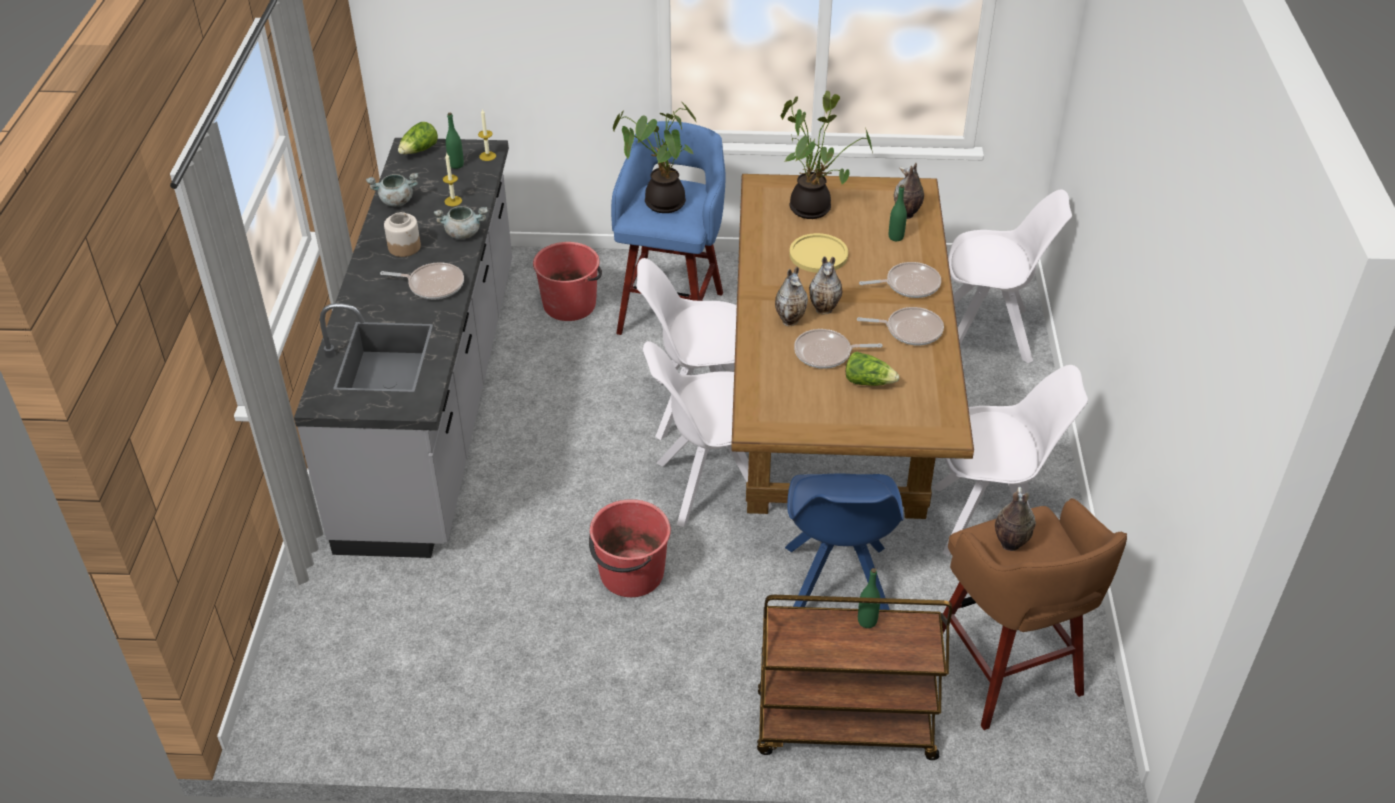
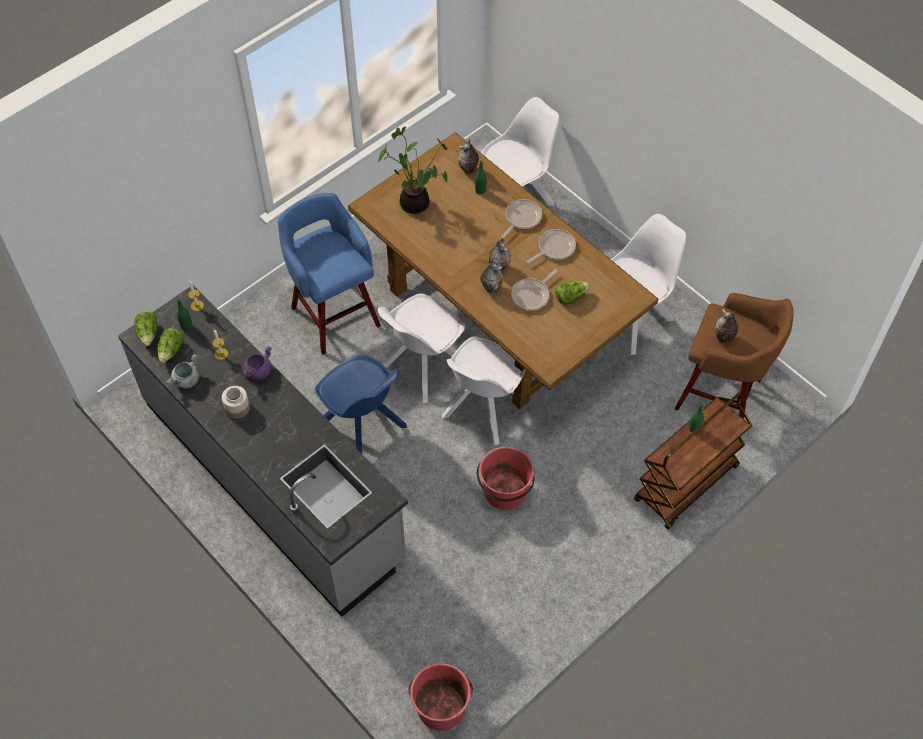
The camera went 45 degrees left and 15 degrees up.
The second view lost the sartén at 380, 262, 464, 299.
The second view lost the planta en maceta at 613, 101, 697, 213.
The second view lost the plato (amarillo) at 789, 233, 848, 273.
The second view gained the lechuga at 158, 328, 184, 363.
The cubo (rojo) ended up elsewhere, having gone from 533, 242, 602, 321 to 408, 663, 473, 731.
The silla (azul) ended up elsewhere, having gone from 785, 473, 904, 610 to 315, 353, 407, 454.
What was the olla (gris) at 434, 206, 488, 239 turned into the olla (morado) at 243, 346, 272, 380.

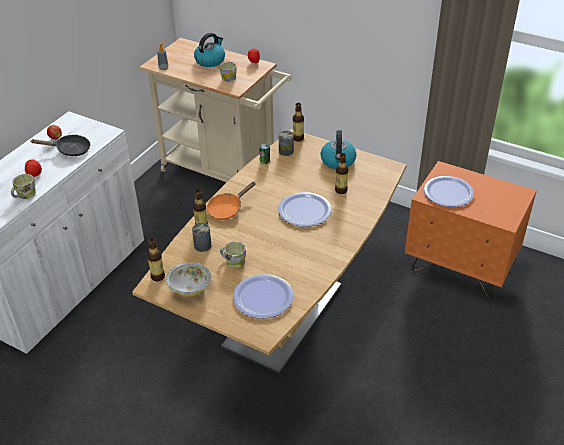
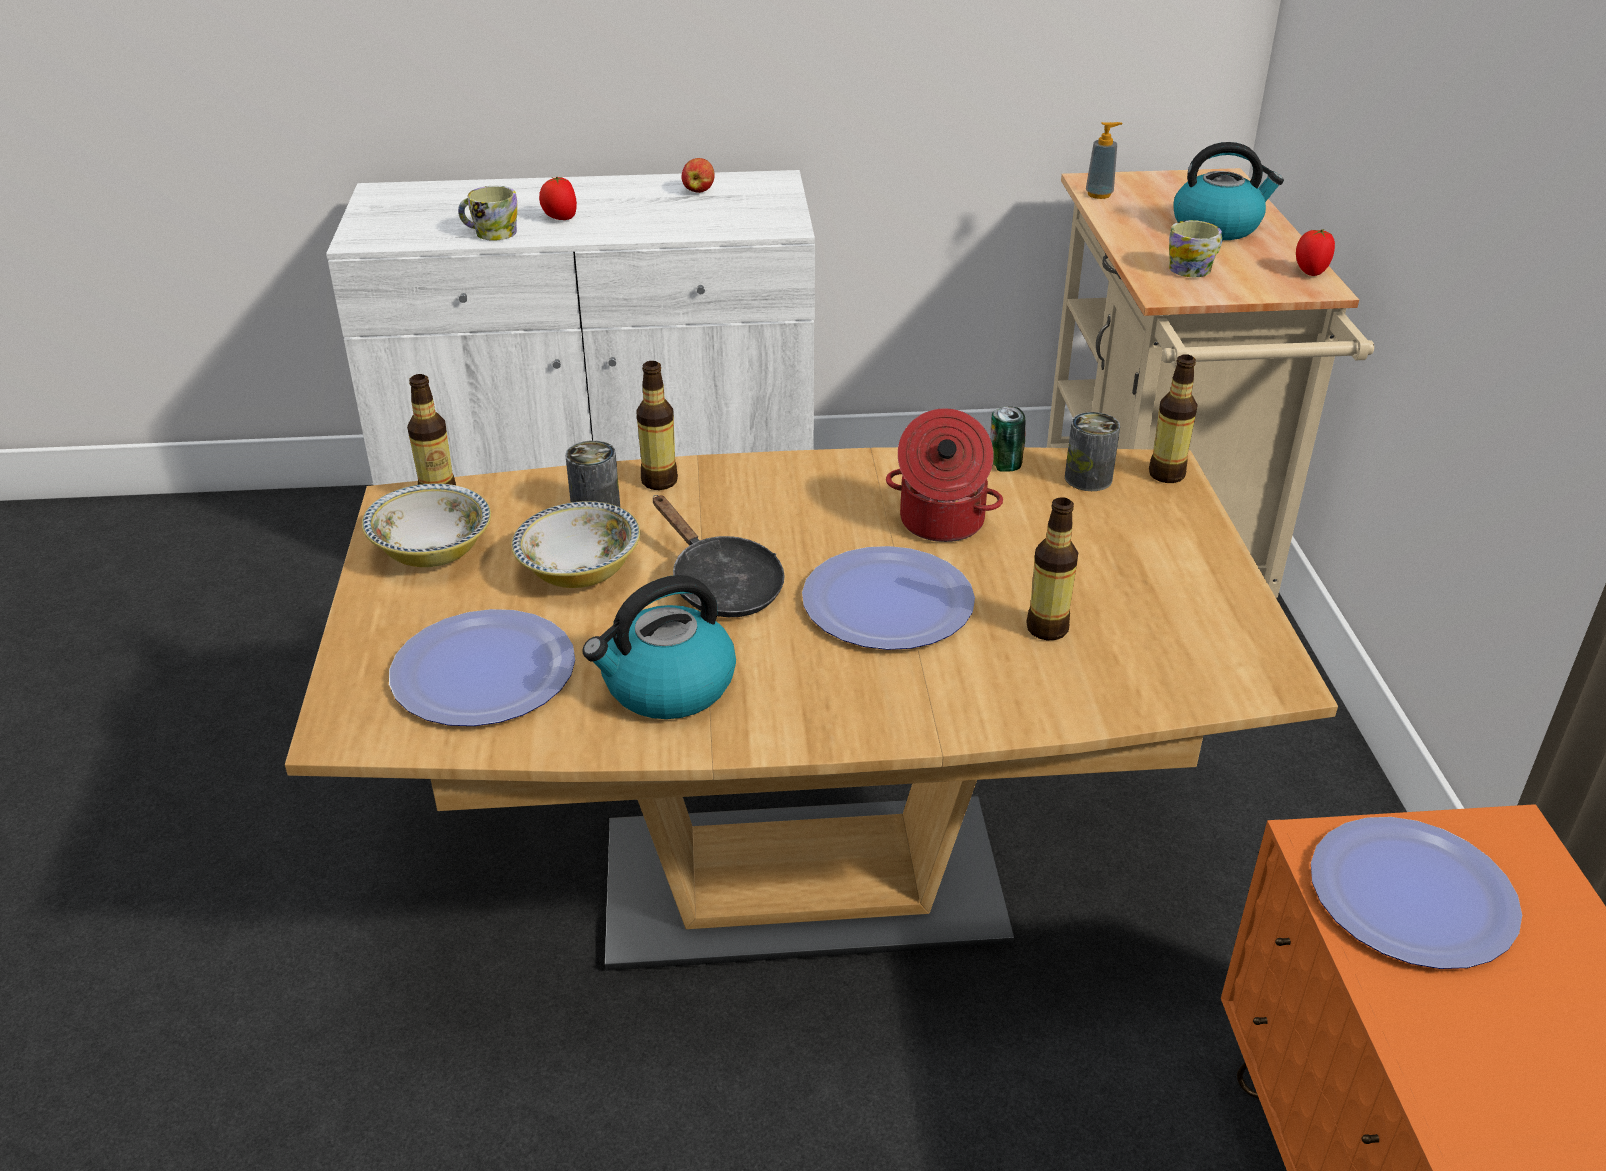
The camera went 55 degrees right and 5 degrees down.
The second view lost the sartén (naranja) at 207, 182, 256, 220.
The second view gained the olla at 886, 408, 1003, 542.
The sartén (negro) ended up elsewhere, having gone from 30, 135, 90, 156 to 653, 495, 785, 617.
The hervidor ended up elsewhere, having gone from 321, 130, 356, 169 to 582, 575, 736, 719.
Where the taza grande stood at 220, 241, 246, 268, the cuenco came to stand at 511, 501, 640, 588.

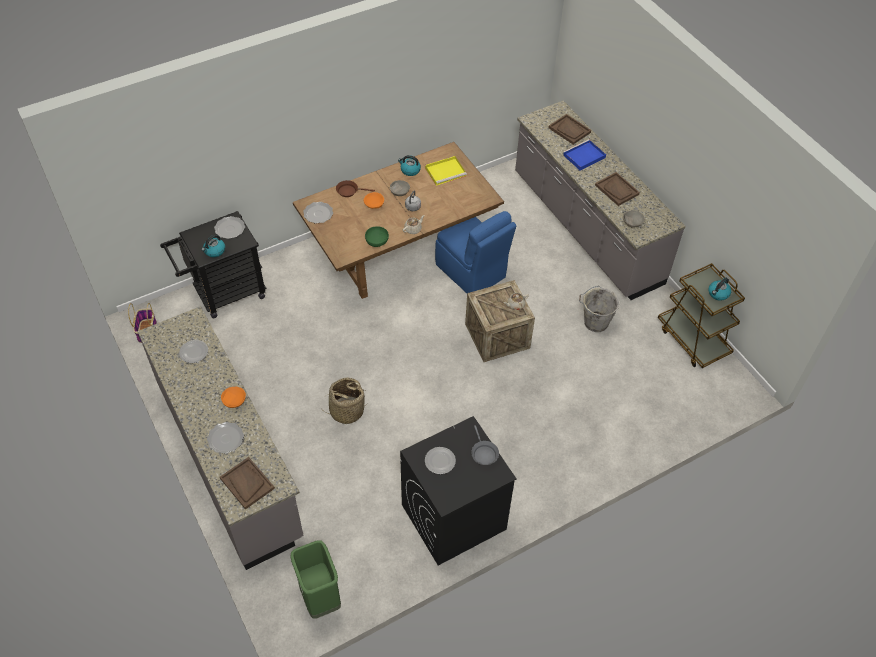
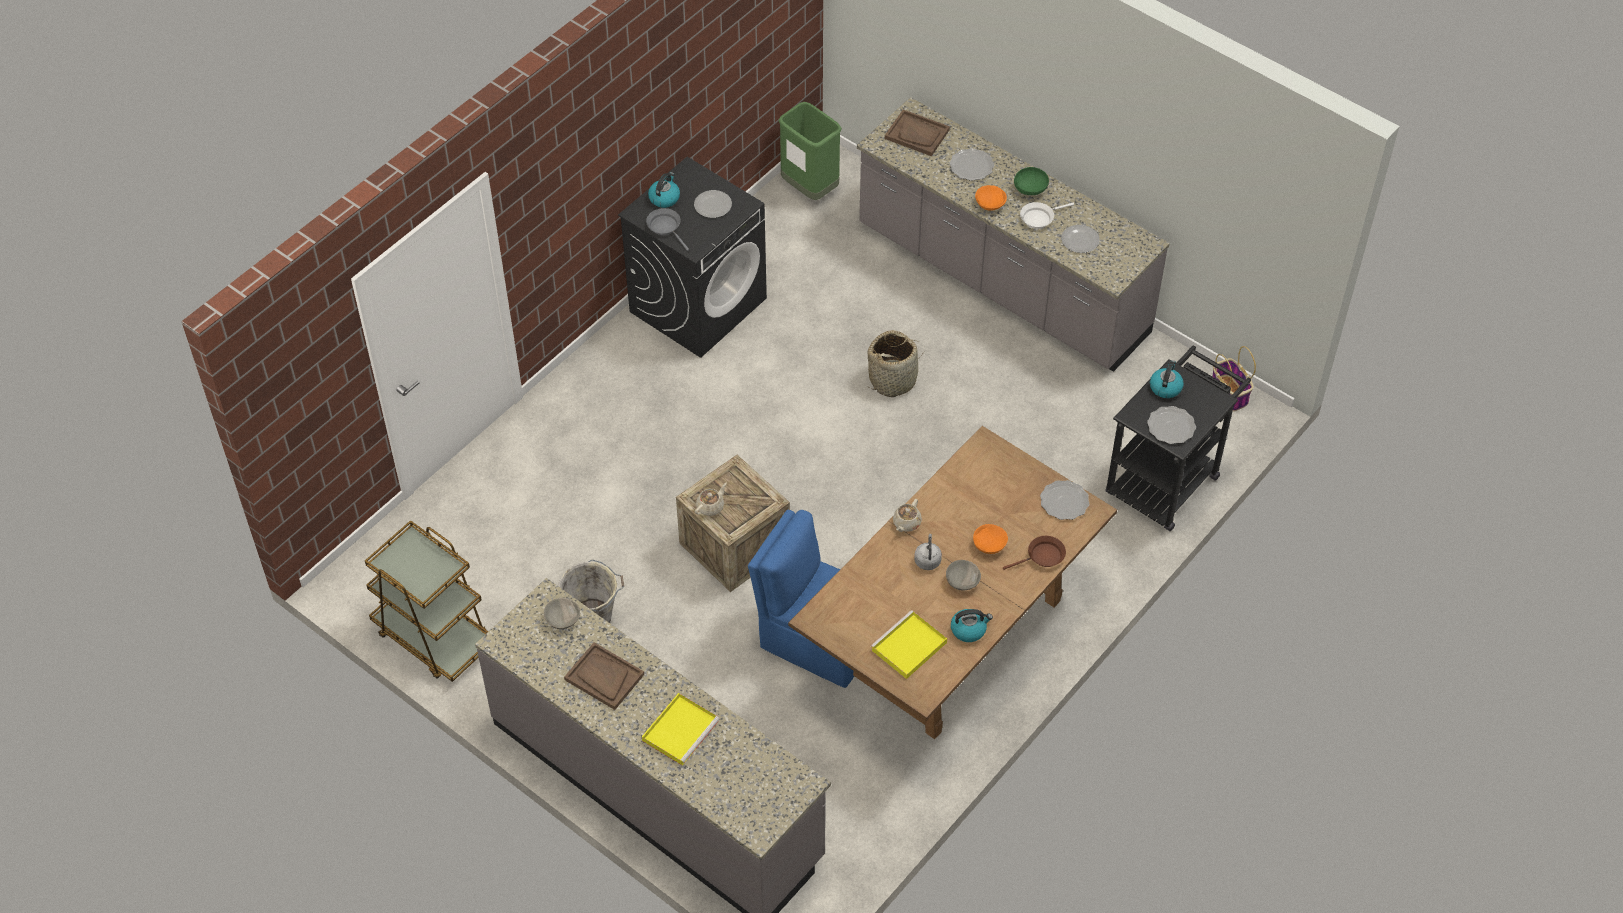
The camera went 160 degrees right and 0 degrees up.
The second view lost the bandeja (marrón) at 548, 114, 591, 145.
The second view gained the sartén (blanco) at 1020, 202, 1074, 229.
The cuenco (verde) ended up elsewhere, having gone from 365, 226, 389, 247 to 1014, 167, 1049, 195.
The hervidor ended up elsewhere, having gone from 709, 278, 731, 301 to 648, 172, 680, 208.
What was the bandeja (azul) at 563, 139, 606, 170 turned into the bandeja (amarillo) at 642, 693, 720, 766.

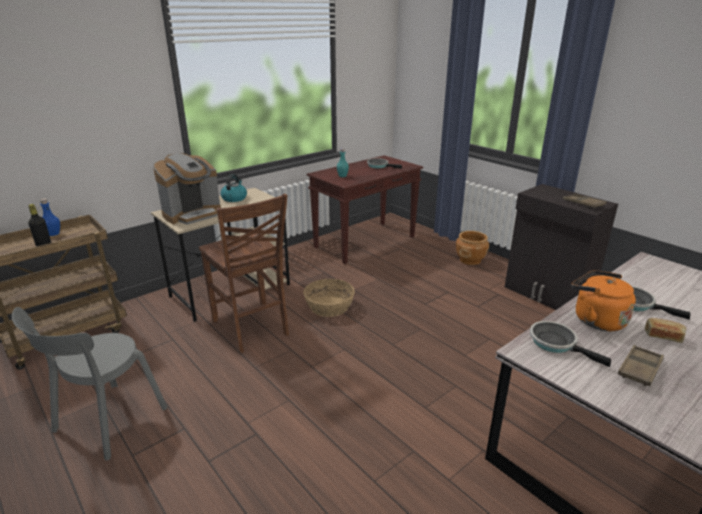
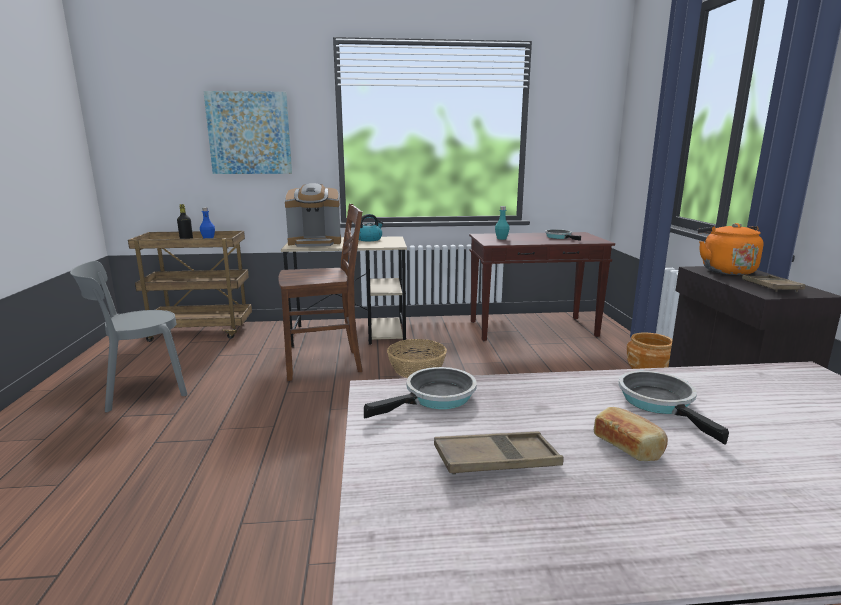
The camera went 35 degrees right and 10 degrees down.
The second view gained the cuadro at 204, 91, 292, 174.
The hervidor (naranja) ended up elsewhere, having gone from 571, 270, 636, 331 to 698, 223, 764, 275.
The silla (marrón) at 199, 194, 289, 353 ended up facing another way, 105 degrees counterclockwise from before.
The sartén at 530, 321, 611, 367 ended up facing another way, 60 degrees clockwise from before.

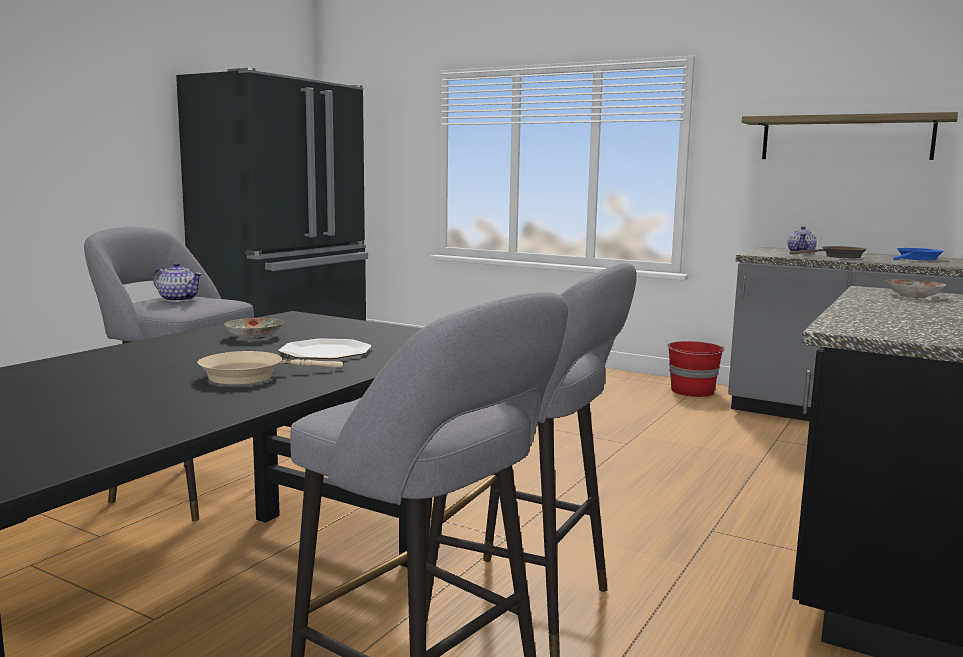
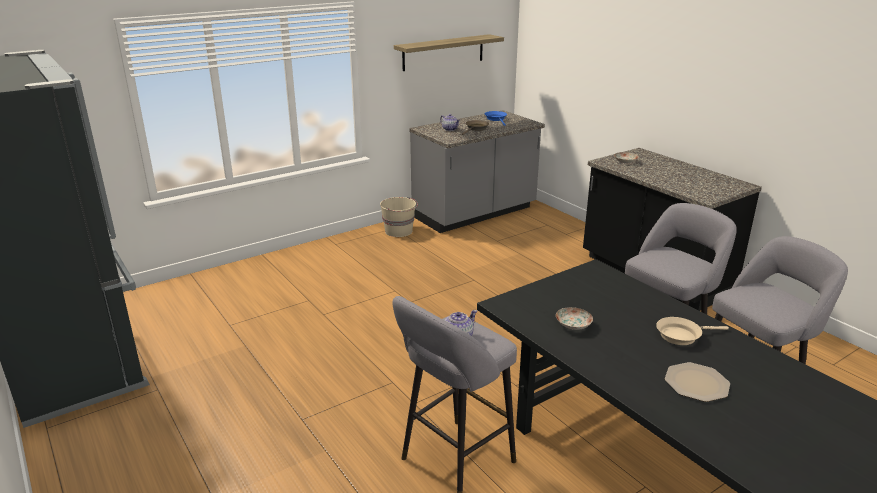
The camera went 65 degrees left and 15 degrees up.
The plato ended up elsewhere, having gone from 278, 338, 372, 359 to 665, 362, 730, 402.
What was the cubo (rojo) at 667, 341, 725, 397 turned into the cubo (beis) at 380, 197, 418, 237.
The sartén (beis) at 197, 351, 343, 385 ended up facing another way, 75 degrees clockwise from before.

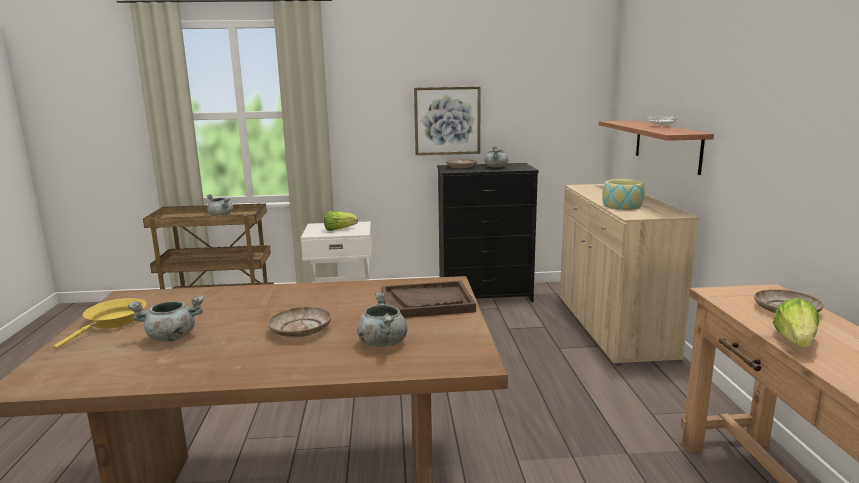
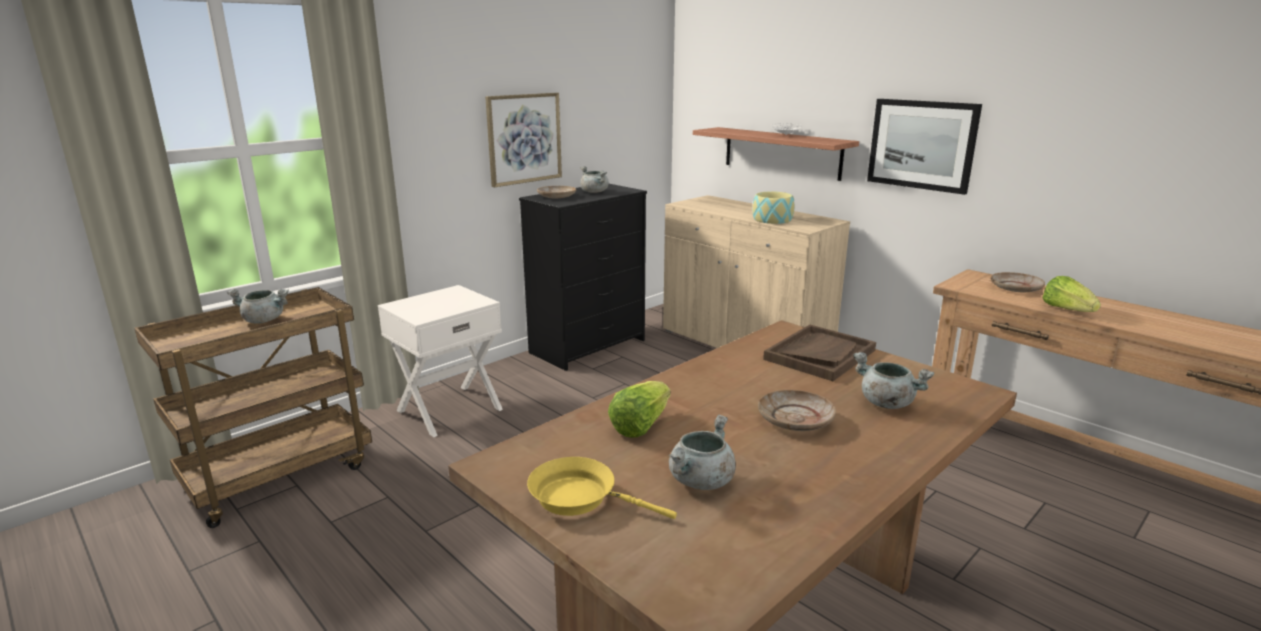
The camera went 40 degrees left and 5 degrees up.
The second view gained the cuadro at 867, 99, 982, 195.
The lechuga ended up elsewhere, having gone from 324, 211, 358, 231 to 608, 381, 671, 438.
The sartén (amarillo) at 53, 298, 147, 350 ended up facing another way, 45 degrees counterclockwise from before.

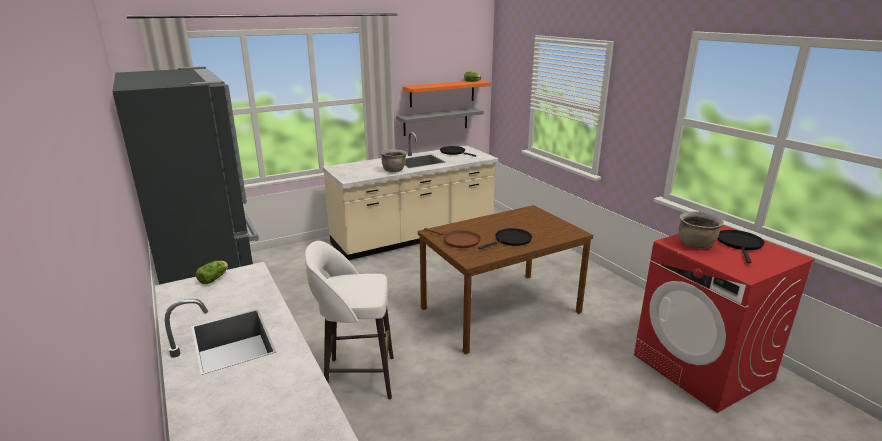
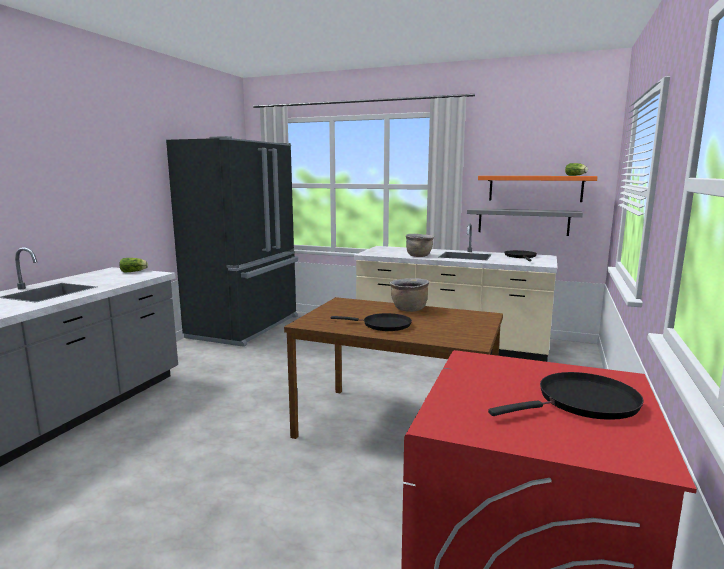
The camera went 50 degrees right and 10 degrees down.
The second view lost the taburete (blanco) at 305, 241, 394, 399.
The second view lost the sartén (marrón) at 424, 228, 480, 248.
The olla (marrón) ended up elsewhere, having gone from 678, 211, 724, 249 to 390, 278, 429, 312.

